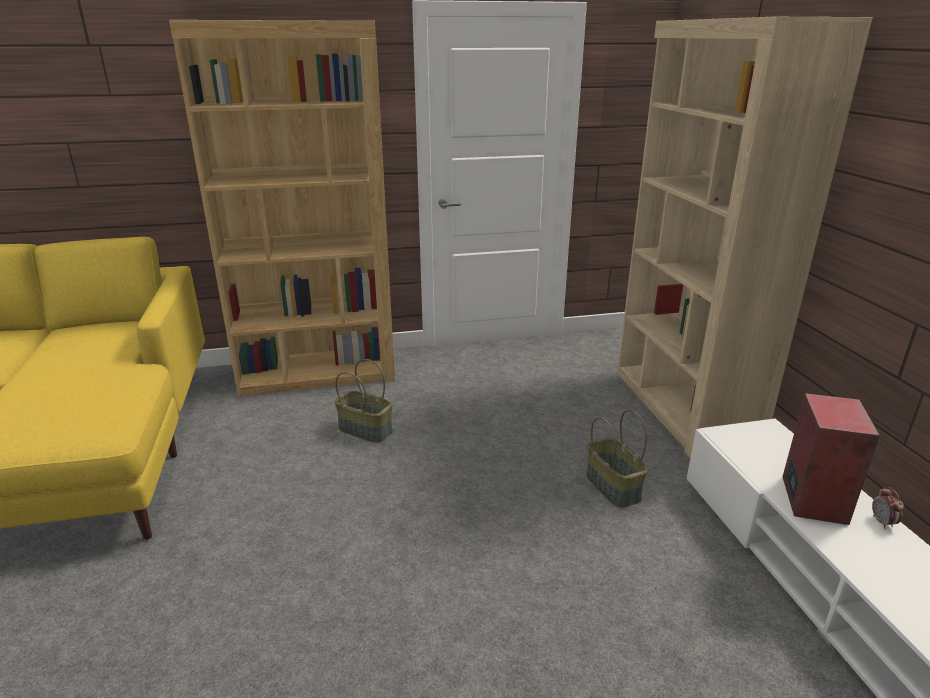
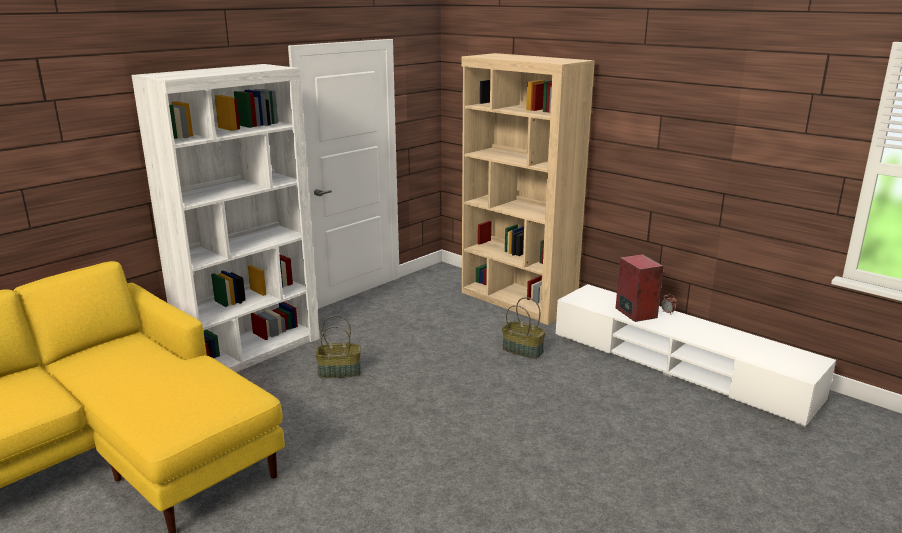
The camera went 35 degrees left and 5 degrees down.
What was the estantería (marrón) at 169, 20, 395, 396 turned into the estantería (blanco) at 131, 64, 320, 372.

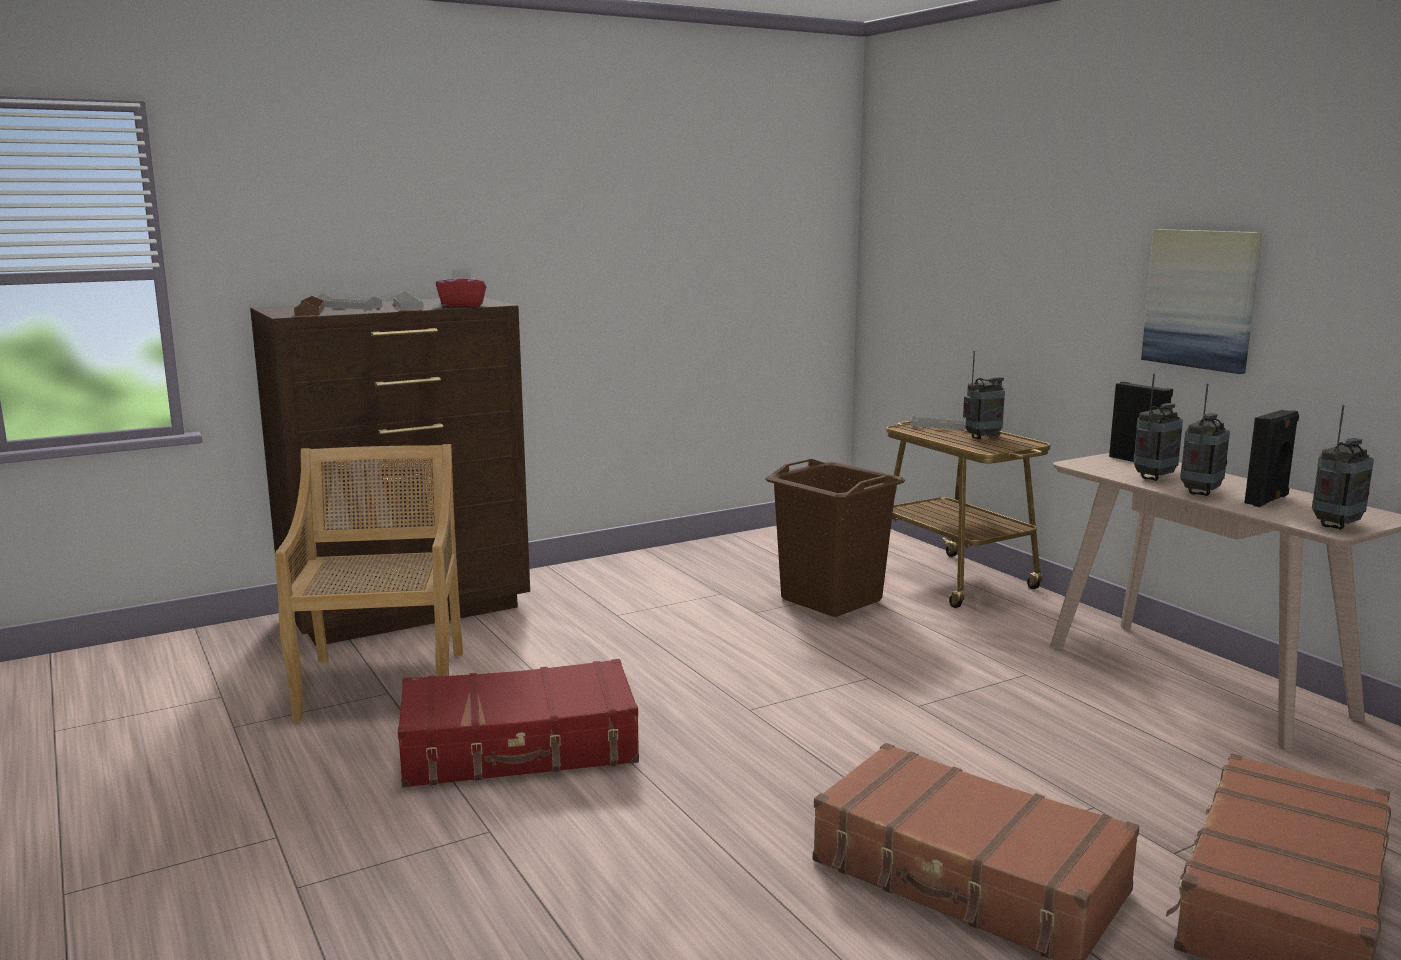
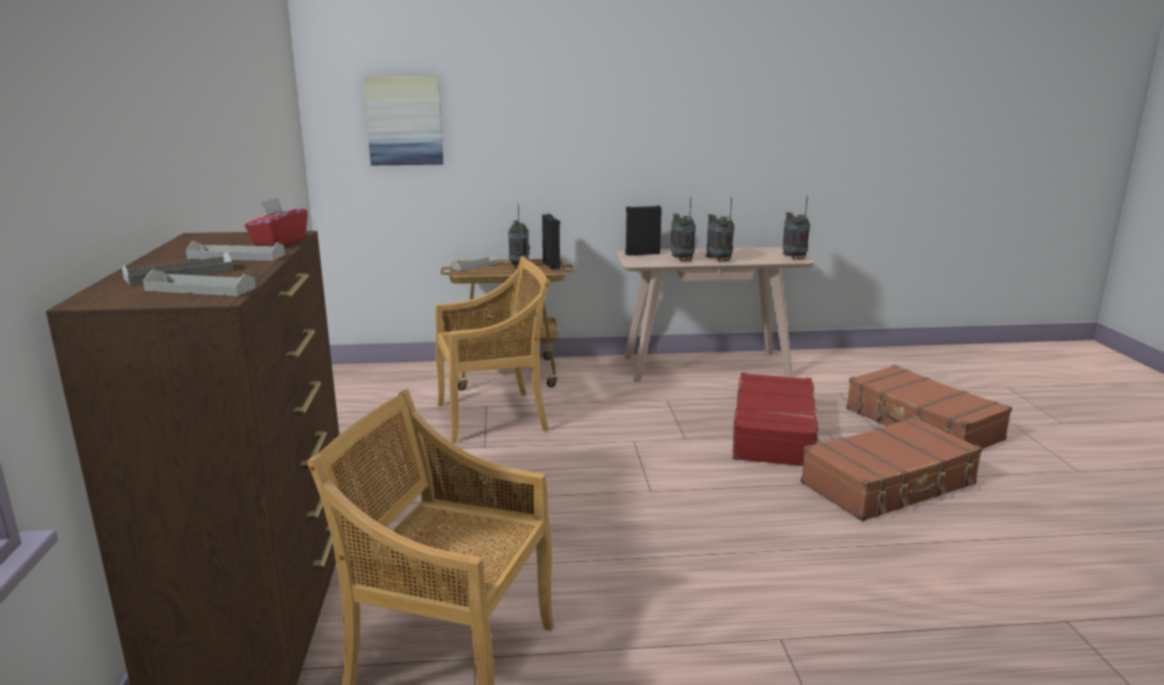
The camera went 65 degrees left and 5 degrees up.
The maleta (rojo) ended up elsewhere, having gone from 398, 659, 639, 788 to 732, 373, 820, 466.
The cuadro ended up elsewhere, having gone from 1141, 229, 1262, 374 to 363, 77, 443, 165.
The altavoz (negro) ended up elsewhere, having gone from 1244, 410, 1299, 507 to 542, 214, 561, 270.
Where the cesto de la ropa (marrón) stood at 765, 459, 905, 617, the silla (beis) came to stand at 435, 256, 550, 443.
What was the bandeja (marrón) at 294, 296, 324, 316 turned into the bandeja (gris) at 143, 269, 256, 296.

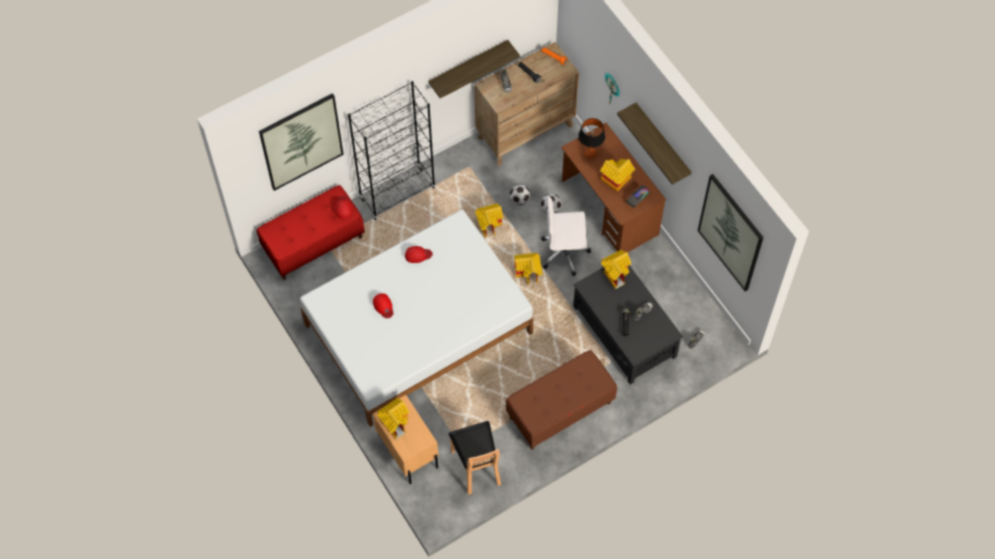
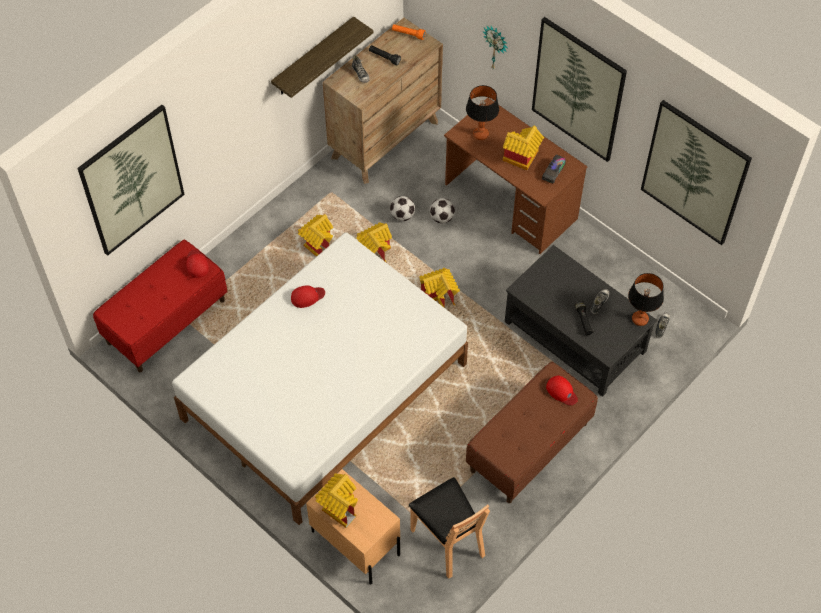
The camera went 15 degrees left and 5 degrees down.
The second view lost the estantería (negro) at 348, 81, 436, 220.
The second view lost the silla de oficina (blanco) at 541, 196, 591, 276.
The second view gained the lámpara de mesa at 628, 273, 664, 326.
The gorra (rojo) ended up elsewhere, having gone from 373, 293, 393, 318 to 546, 376, 578, 405.
The casita ended up elsewhere, having gone from 601, 250, 631, 289 to 298, 214, 333, 257.
Where the estante hung at 617, 103, 692, 185, the cuadro came to hang at 532, 17, 627, 162.

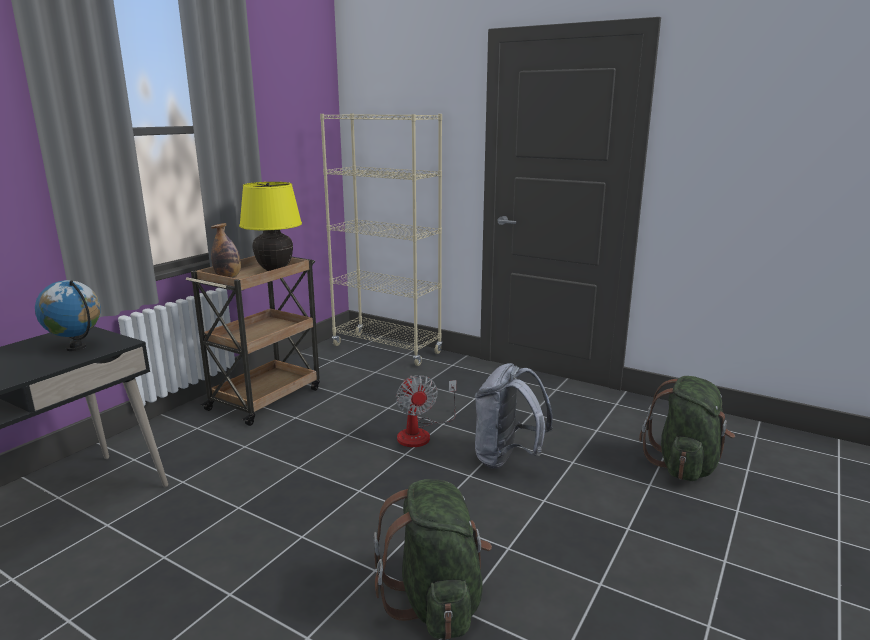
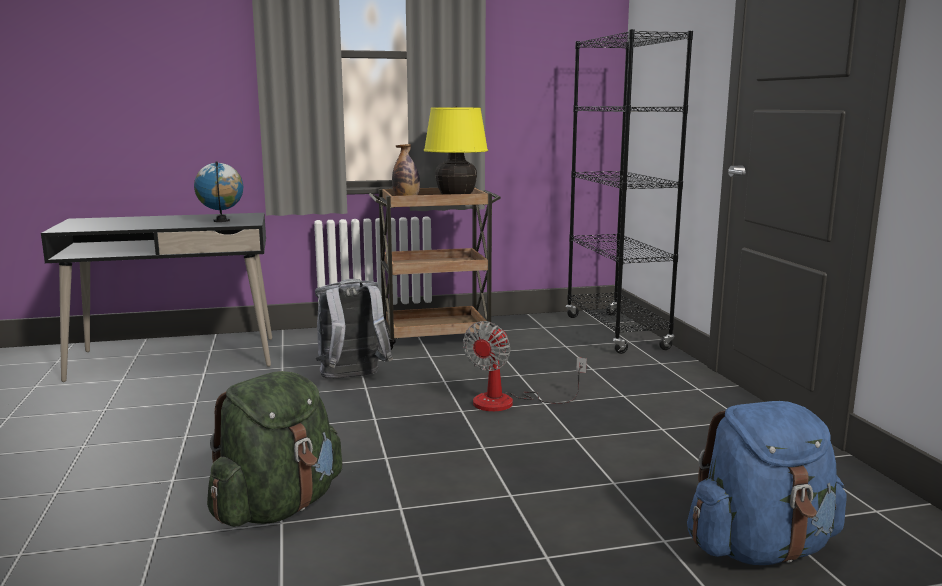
The camera went 45 degrees right and 5 degrees down.
The mochila (gris) ended up elsewhere, having gone from 475, 363, 553, 469 to 315, 279, 393, 379.
What was the estantería (beis) at 320, 113, 442, 366 turned into the estantería (negro) at 566, 29, 693, 354.
What was the mochila (verde) at 639, 376, 735, 481 turned into the mochila (azul) at 687, 401, 847, 565.

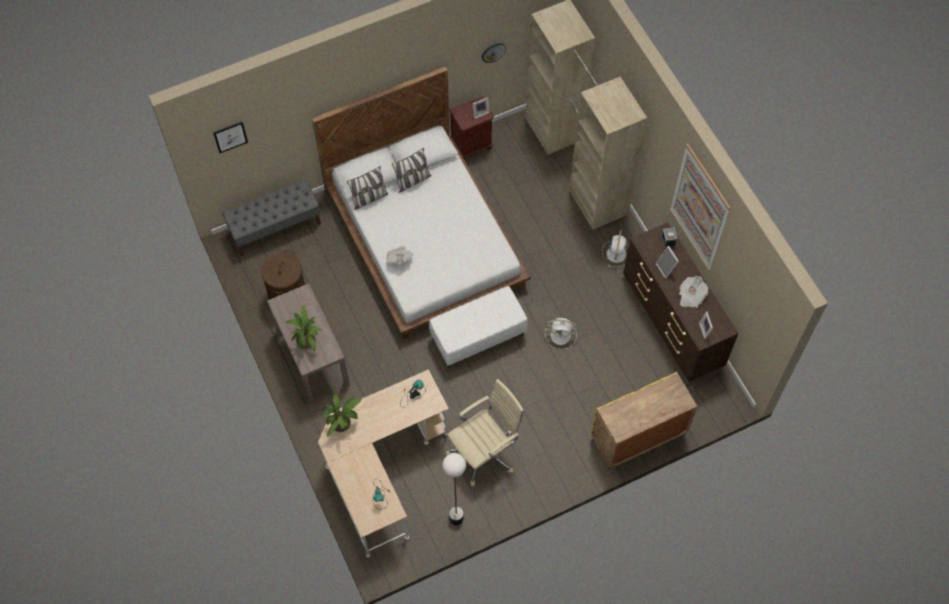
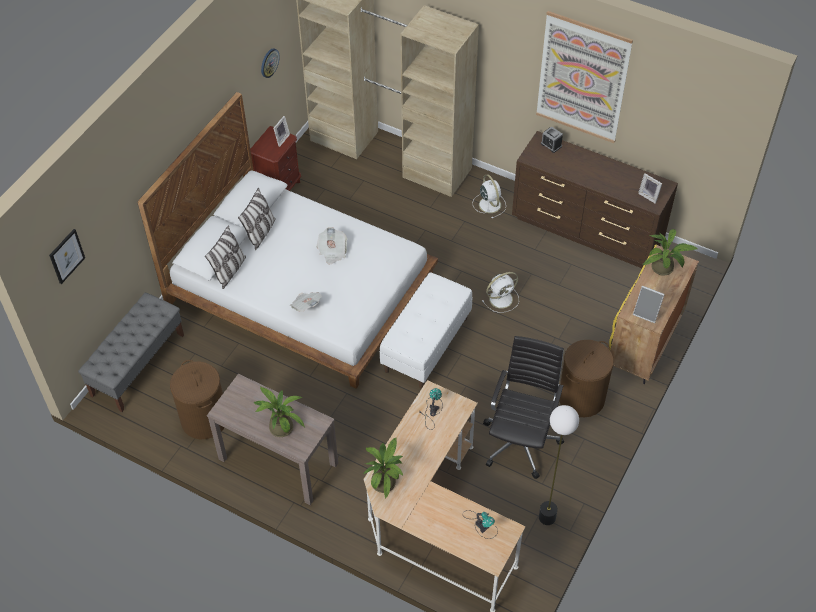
The camera went 35 degrees left and 10 degrees down.
The second view gained the cesto de la ropa (marrón) at 559, 340, 614, 417.
The second view gained the planta en maceta at 643, 229, 698, 276.
The portarretratos ended up elsewhere, having gone from 656, 246, 679, 279 to 633, 286, 665, 323.
The periódico ended up elsewhere, having gone from 679, 276, 708, 308 to 316, 227, 347, 265.
What was the silla de oficina (beis) at 445, 379, 524, 486 turned into the silla de oficina (negro) at 483, 336, 564, 479.

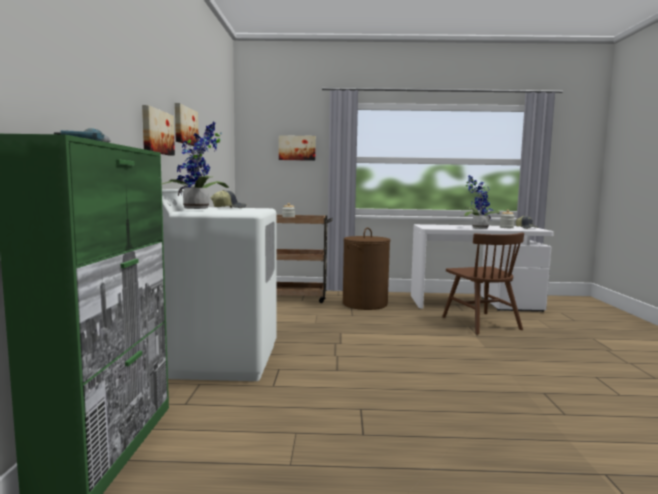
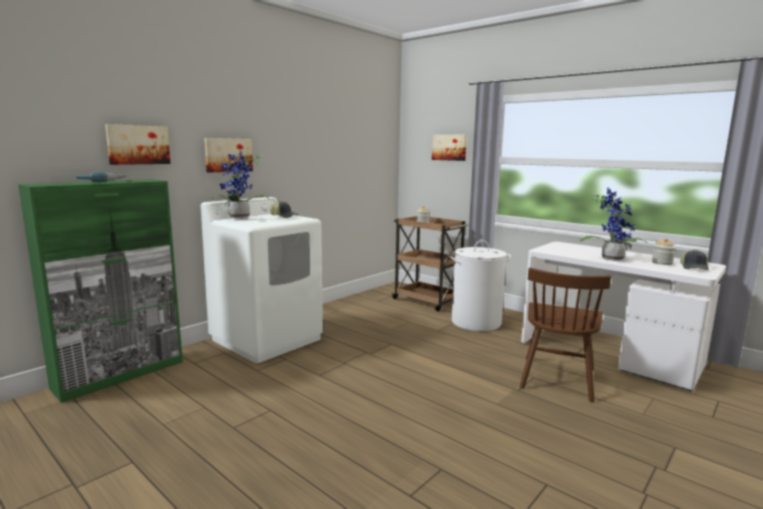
The camera went 40 degrees right and 5 degrees up.
The cuadro ended up elsewhere, having gone from 175, 103, 198, 147 to 105, 124, 171, 165.
What was the cesto de la ropa (marrón) at 343, 228, 390, 310 turned into the cesto de la ropa (blanco) at 450, 240, 511, 331.

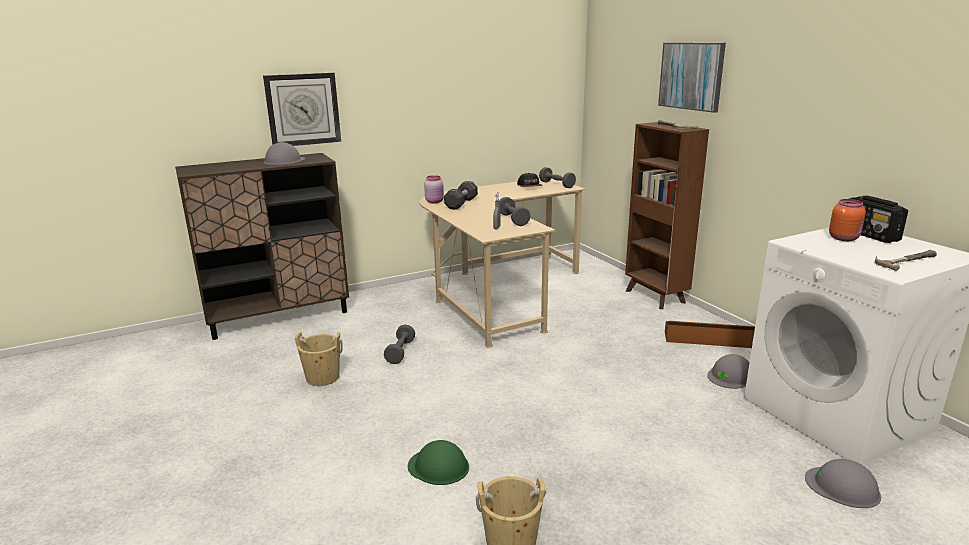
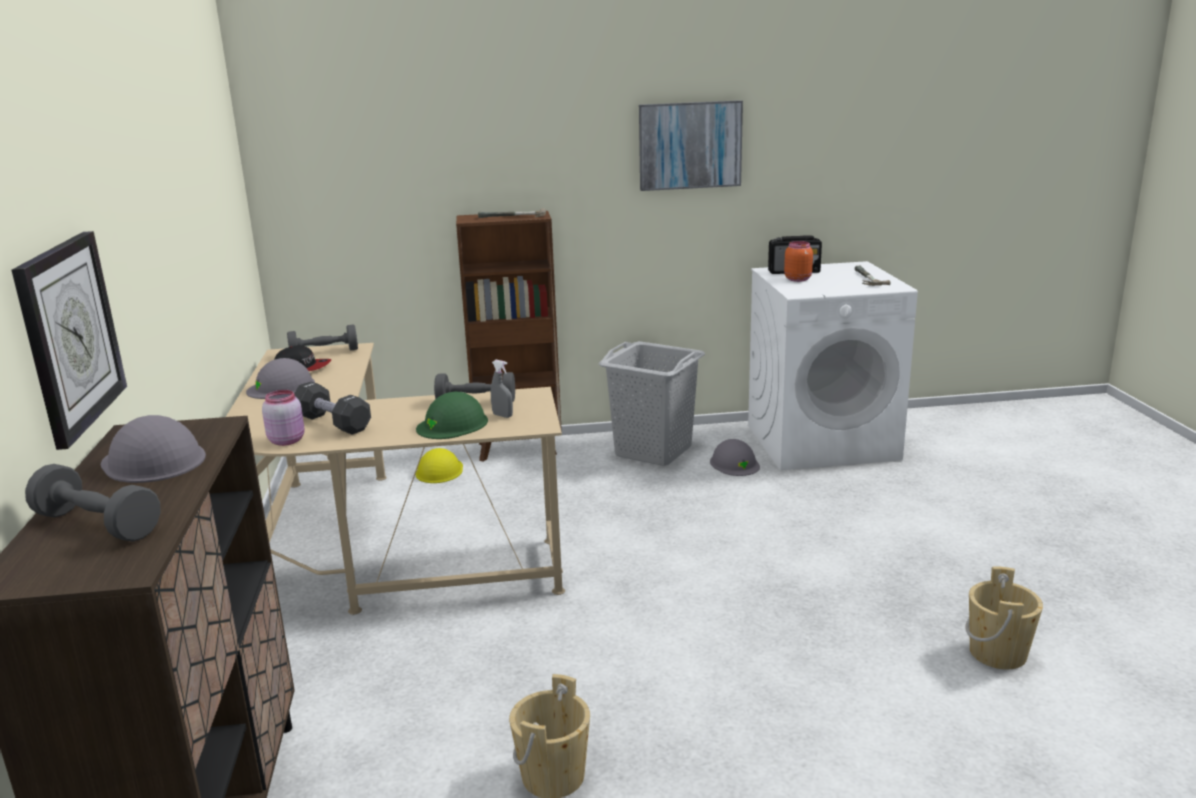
The camera went 70 degrees left and 0 degrees up.
The second view gained the casco (amarillo) at 415, 448, 463, 483.
The mancuerna (gris) ended up elsewhere, having gone from 384, 324, 415, 364 to 25, 464, 160, 542.
The casco (verde) ended up elsewhere, having gone from 408, 440, 469, 485 to 416, 391, 488, 439.
The cuadro ended up elsewhere, having gone from 658, 43, 726, 113 to 639, 100, 743, 191.
The casco (gris) ended up elsewhere, having gone from 805, 459, 881, 508 to 246, 358, 315, 399.
Where the caja de almacenaje (marrón) stood at 665, 321, 755, 348, the cesto de la ropa (gris) came to stand at 599, 341, 705, 466.

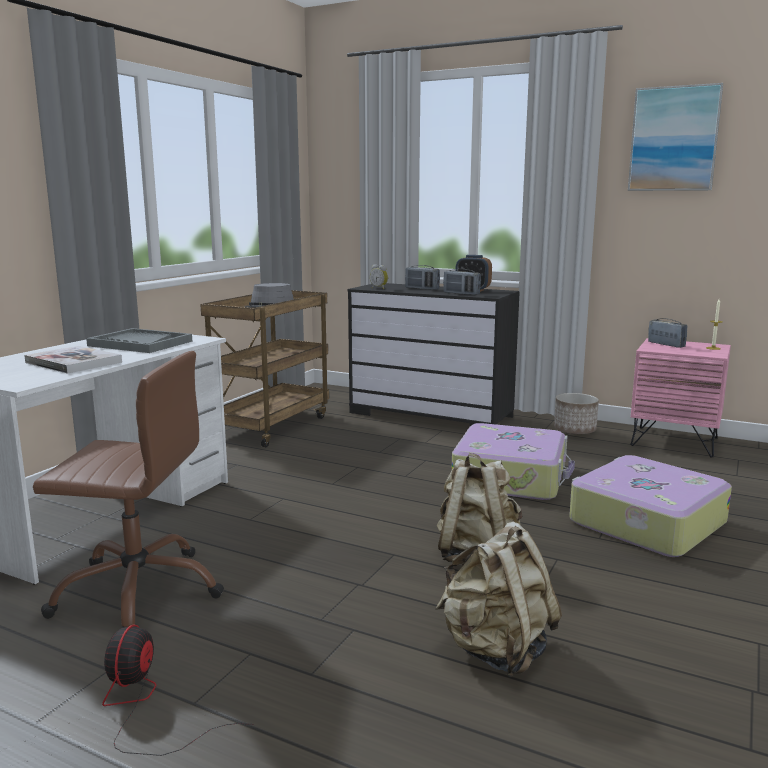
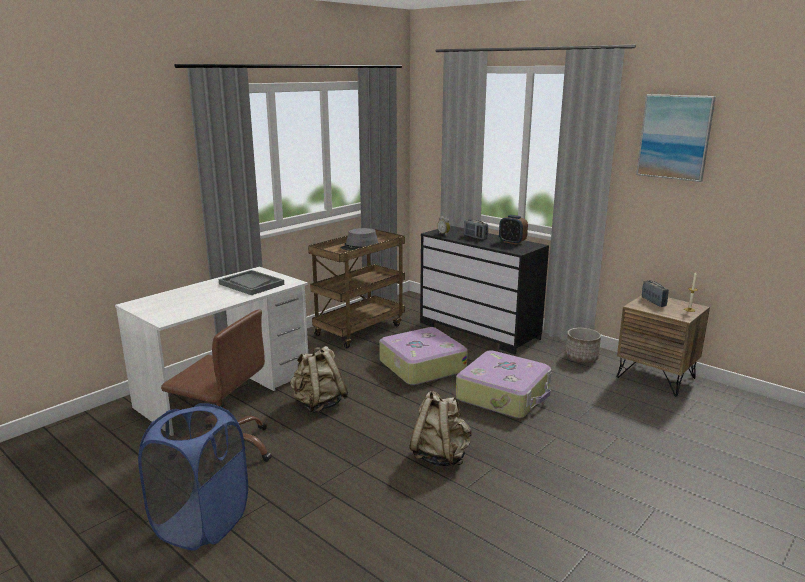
The camera went 15 degrees right and 5 degrees up.
The second view lost the libro at 24, 346, 122, 374.
The second view lost the radio at 443, 269, 481, 295.
The mochila (beis) ended up elsewhere, having gone from 435, 522, 562, 677 to 290, 346, 348, 413.
The maleta ended up elsewhere, having gone from 569, 455, 732, 557 to 379, 327, 468, 385.
Where the ventilador stood at 102, 624, 254, 756, the cesto de la ropa (azul) came to stand at 138, 403, 248, 551.
What was the mesita de noche (rosa) at 630, 338, 731, 457 turned into the mesita de noche (marrón) at 617, 295, 710, 396.

